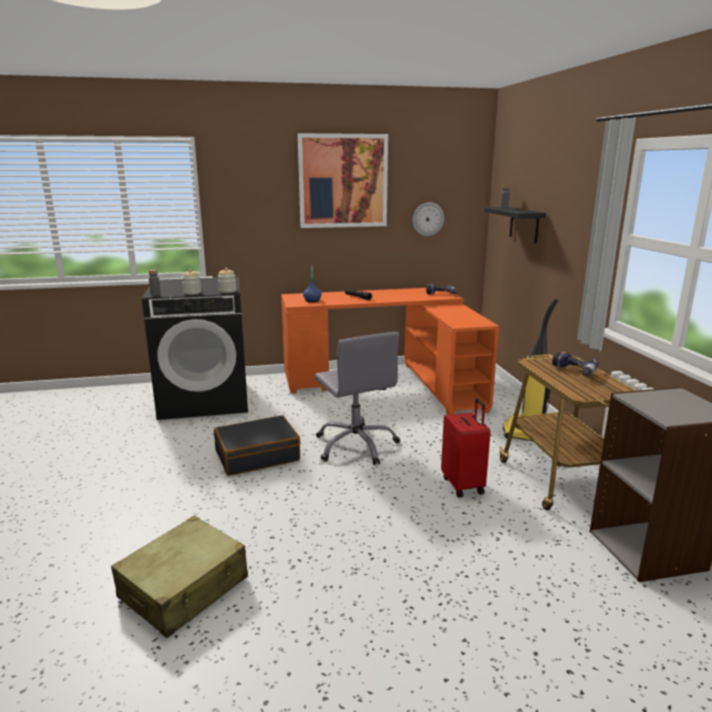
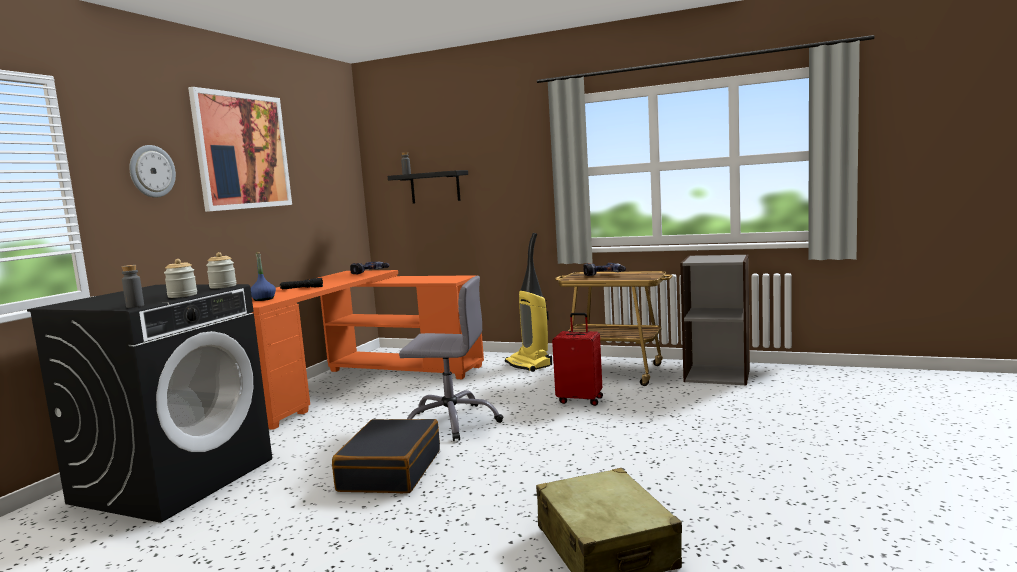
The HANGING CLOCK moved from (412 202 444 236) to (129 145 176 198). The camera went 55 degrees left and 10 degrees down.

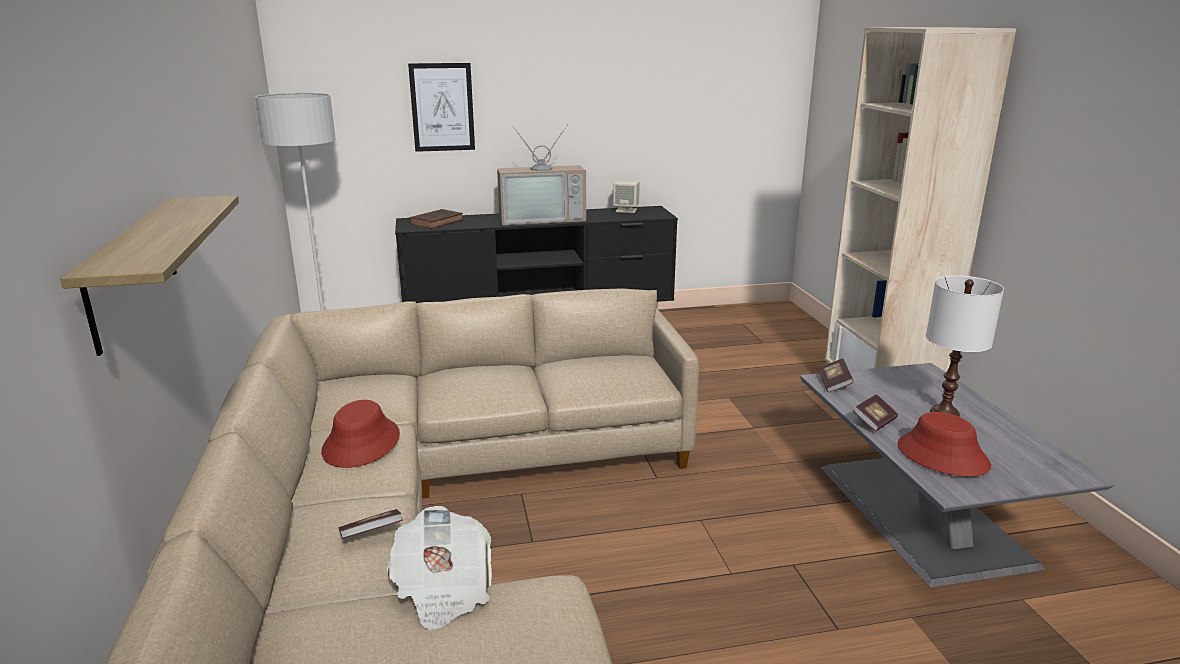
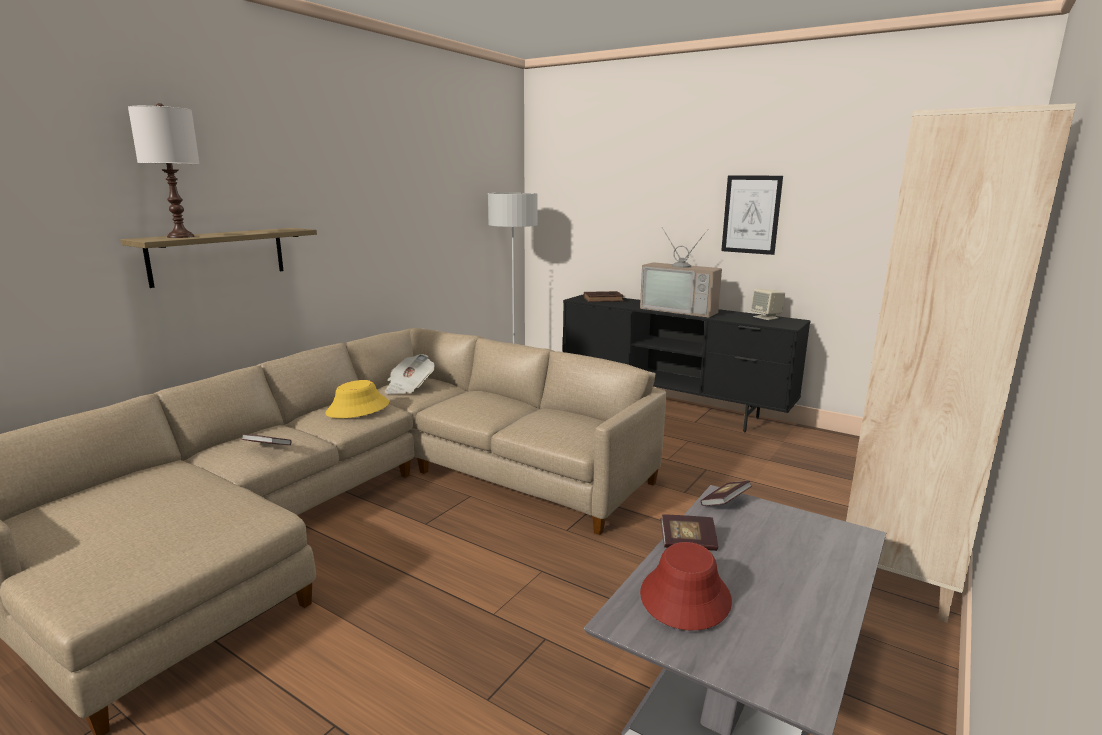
The REDDISH WEARABLE HAT at (321 400 400 468) became the YELLOW WEARABLE HAT at (325 380 389 418). The NEWSPAPER moved from (387 506 492 630) to (384 354 435 394). The WALL PICTURE moved from (408 63 475 152) to (721 175 783 255). The WHITISH TABLE LAMP moved from (926 275 1004 417) to (128 103 200 238). The camera went 45 degrees right and 5 degrees down.

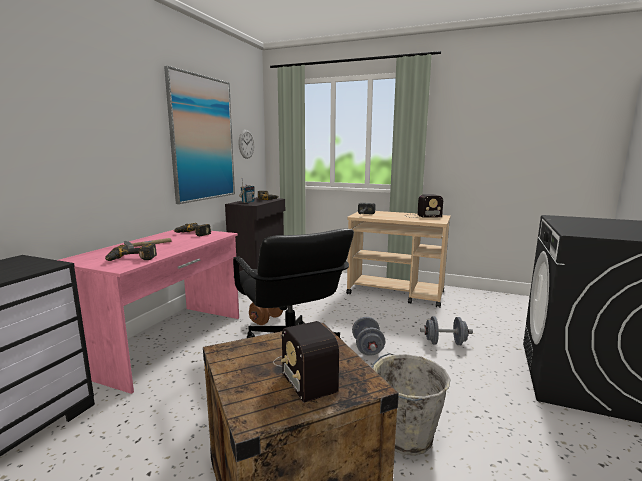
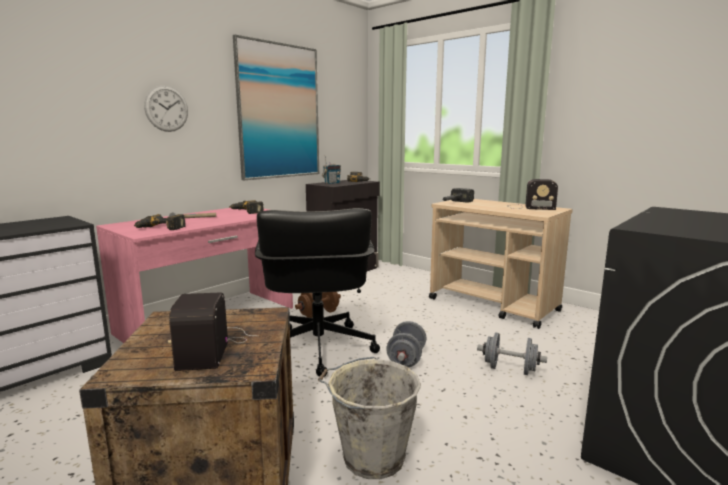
The HANGING CLOCK moved from (238 130 254 159) to (144 86 188 132). The camera went 20 degrees right and 0 degrees up.

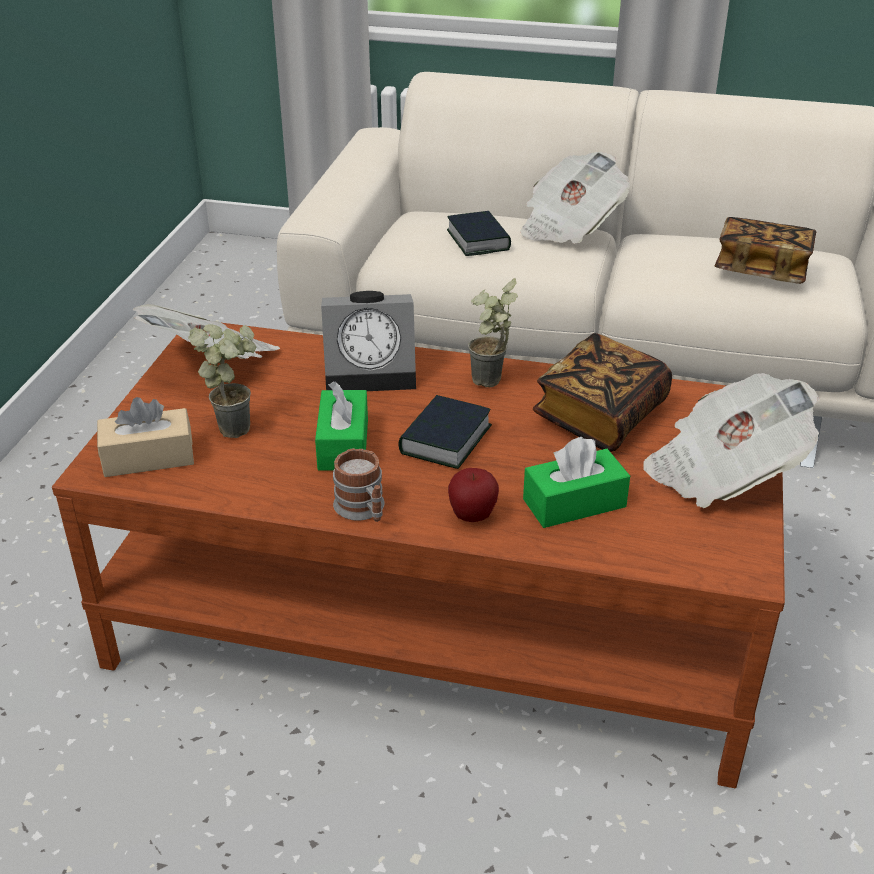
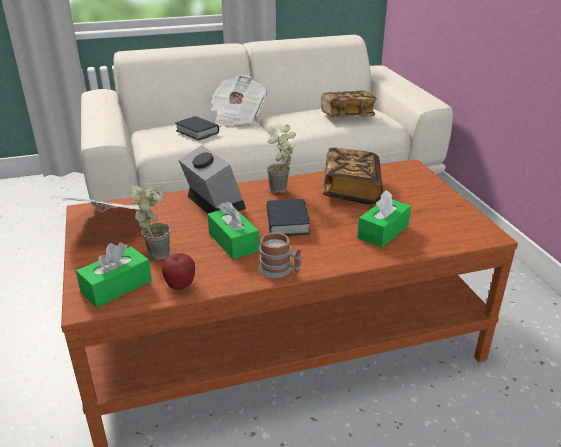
The BEIGE TISSUE BOX at (97 397 194 477) became the GREEN-COLOURED TISSUE BOX at (76 242 152 308). The TABLE CLOCK at (321 291 416 391) turned 90 degrees counterclockwise. The WHOLE APPLE moved from (448 468 499 522) to (162 253 195 290). The NEWSPAPER at (643 373 819 508) disappeared. The camera went 30 degrees left and 5 degrees down.

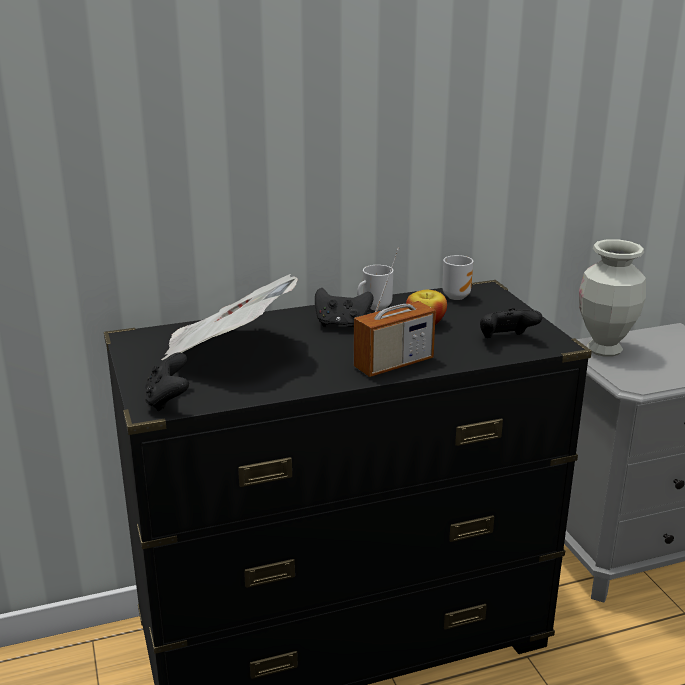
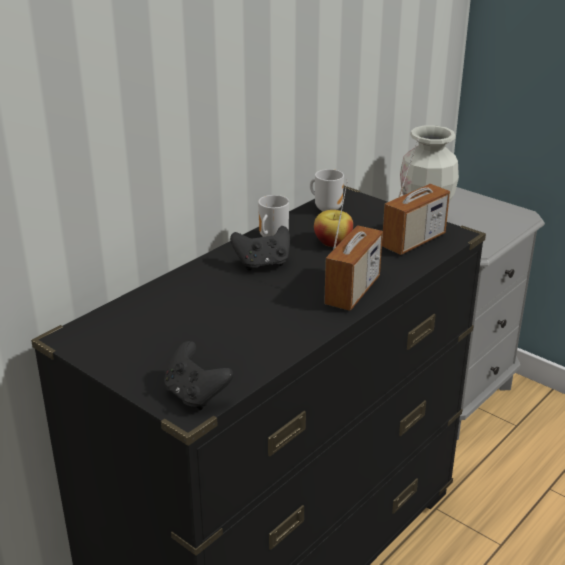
The NEWSPAPER at (161 274 298 360) disappeared. The BLACK-COLOURED JOYPAD at (480 308 542 338) was replaced by the RADIO SET at (382 138 450 255). The camera went 30 degrees left and 5 degrees up.

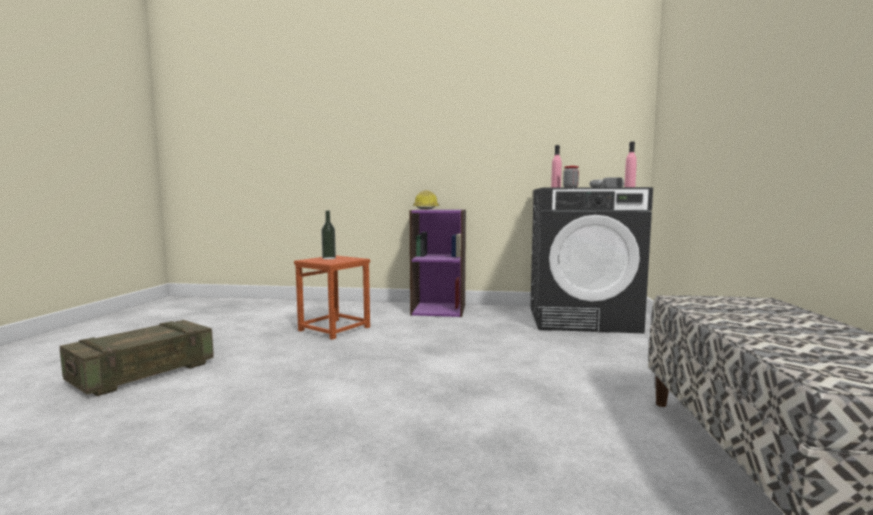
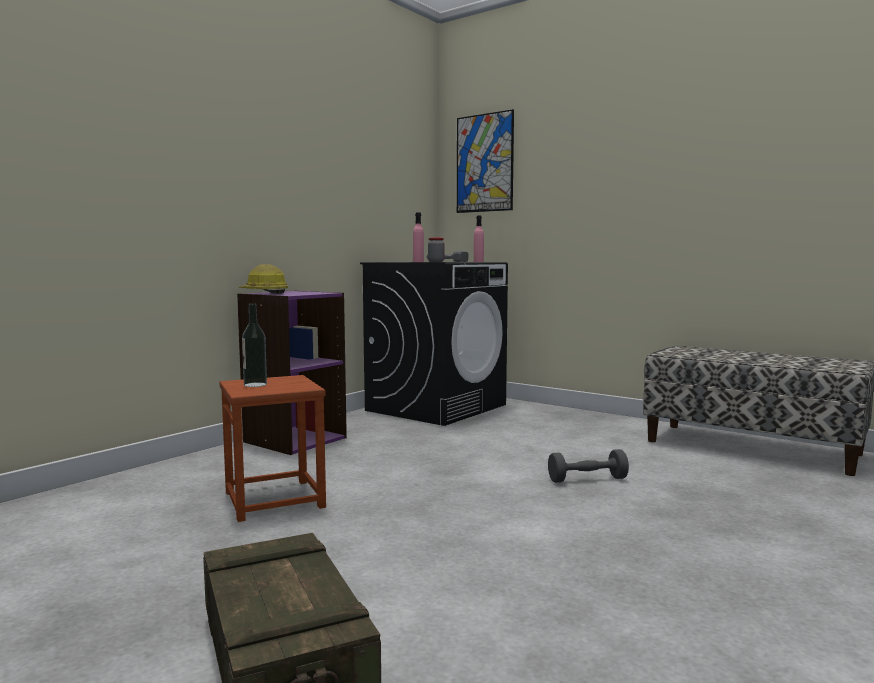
The WALL PICTURE at (457 109 514 213) appeared. The GRAY HAND WEIGHT at (548 449 629 483) appeared. The camera went 60 degrees left and 0 degrees up.

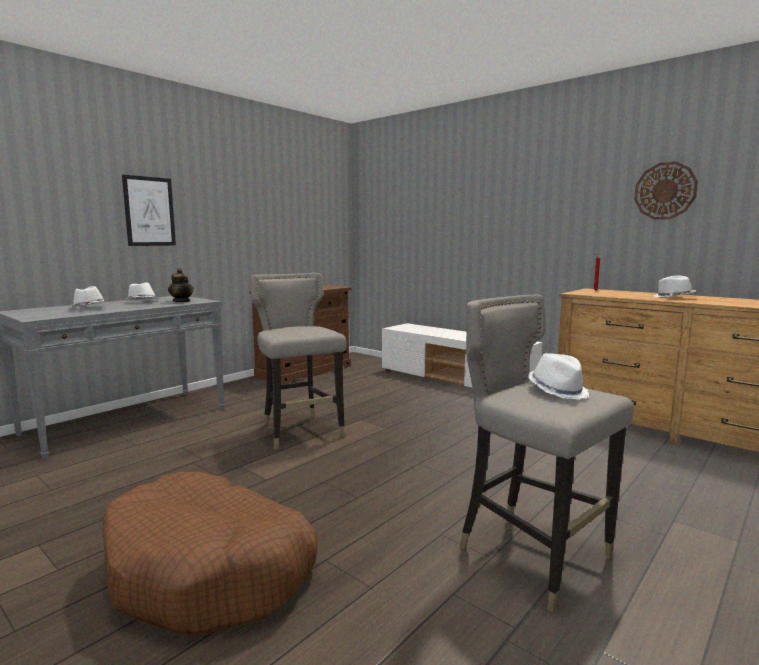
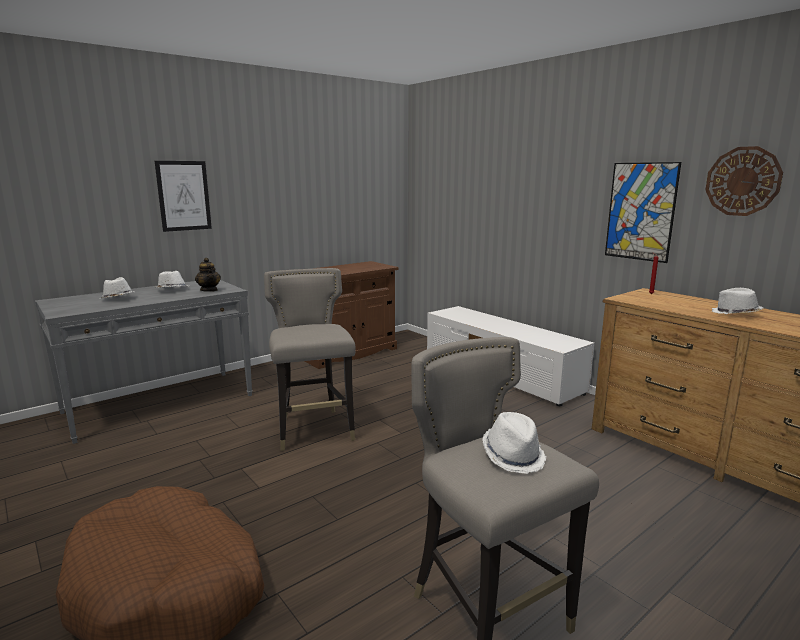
The WALL PICTURE at (605 162 681 263) appeared. The camera went 10 degrees right and 5 degrees up.

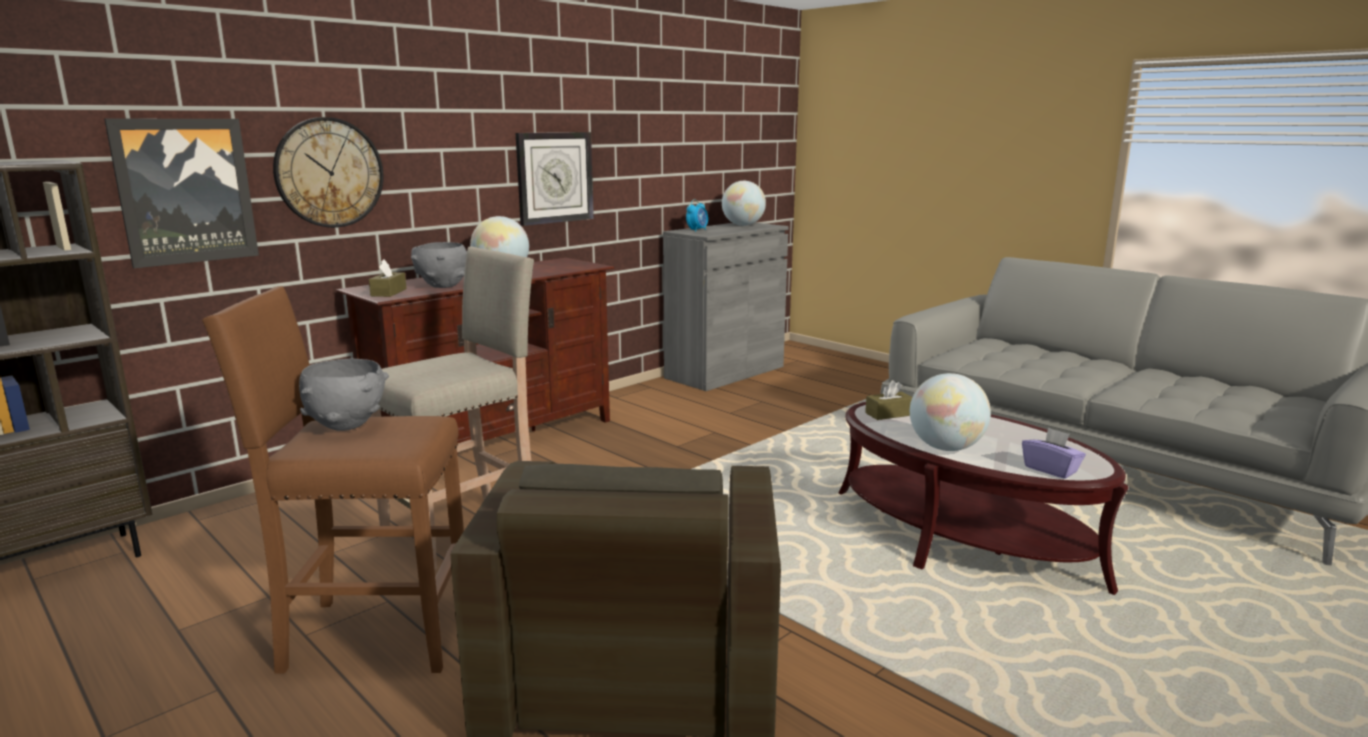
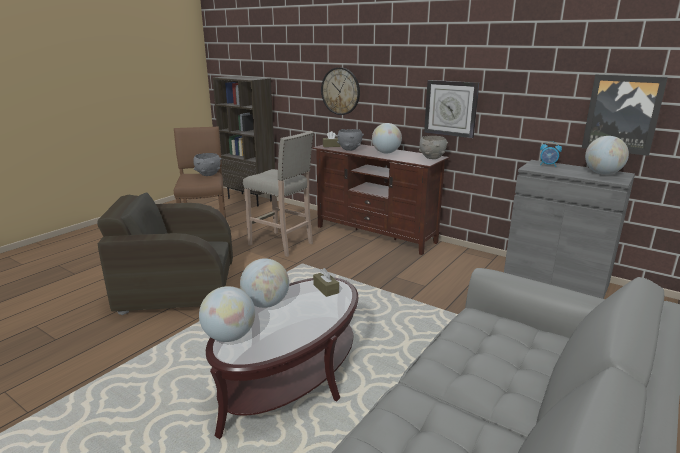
The WALL PICTURE moved from (104 119 259 268) to (582 75 668 156). The PURPLE-COLOURED TISSUE BOX at (1022 428 1086 479) was replaced by the DESK GLOBE at (199 286 255 342). The GRAY DEEP DISH at (419 136 448 159) appeared. The camera went 80 degrees right and 5 degrees up.

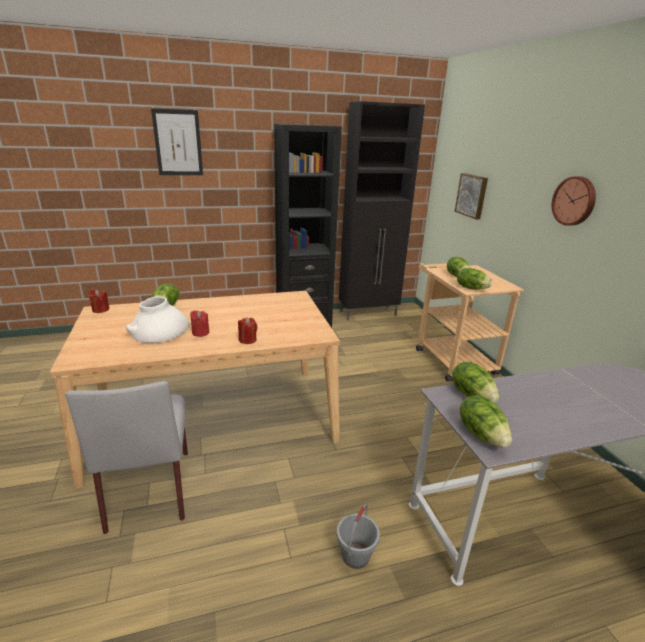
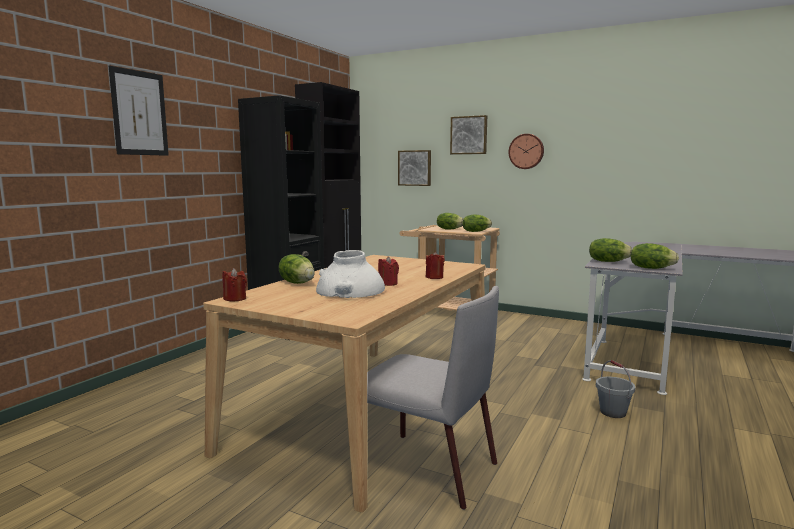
The WALL PICTURE at (450 115 487 155) appeared. The camera went 45 degrees left and 15 degrees down.

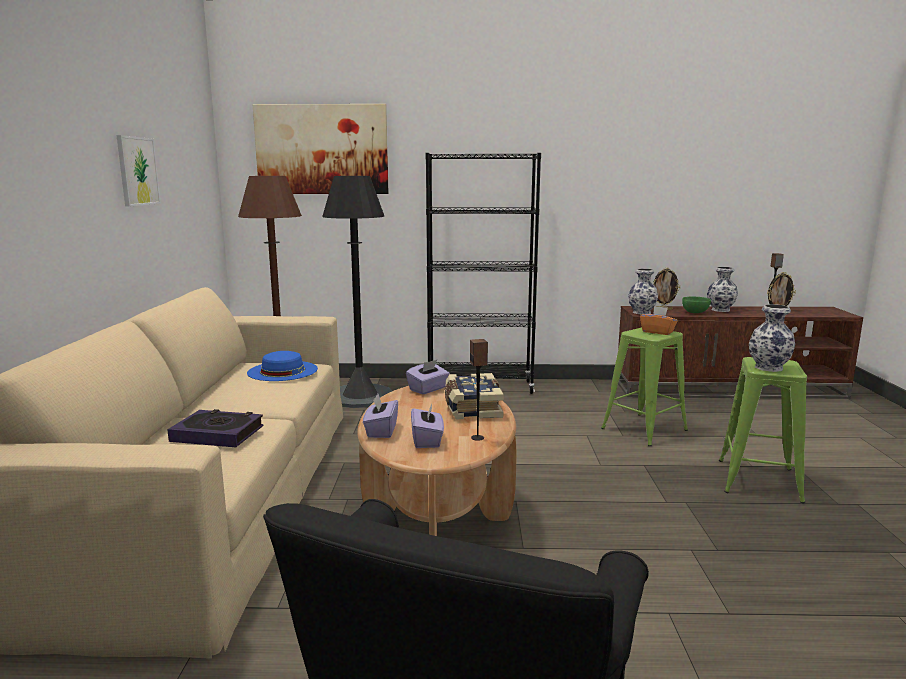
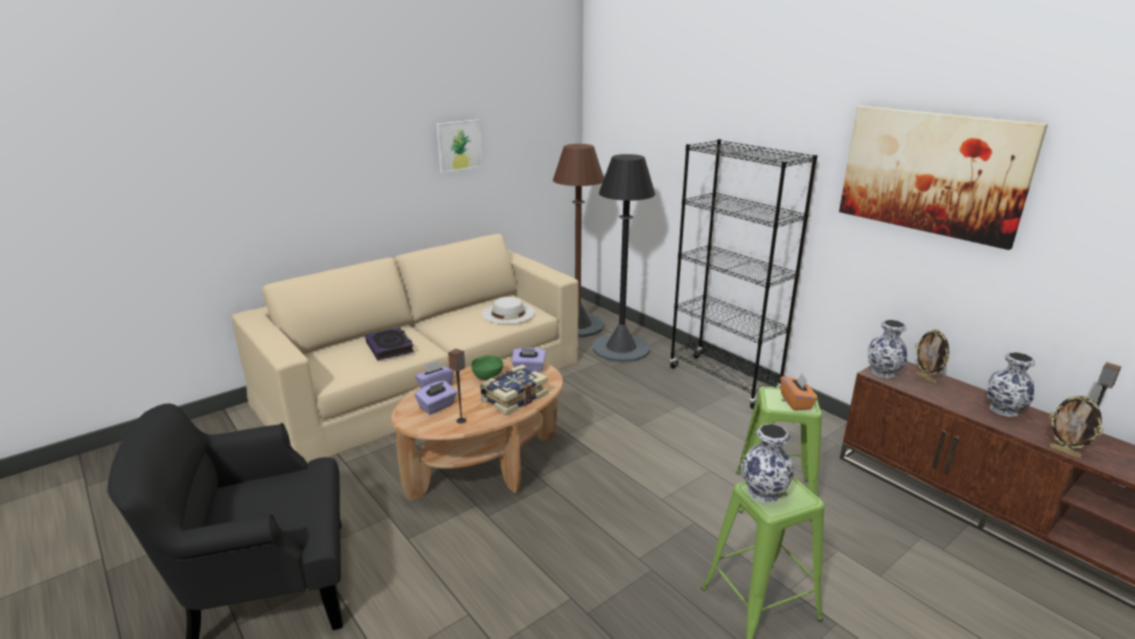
The BLUE-COLOURED WEARABLE HAT at (247 351 318 381) became the WHITISH WEARABLE HAT at (482 297 535 324). The WALL PICTURE moved from (252 104 389 194) to (839 106 1048 250). The GREEN-COLOURED DEEP DISH moved from (682 296 711 313) to (471 355 503 380). The camera went 50 degrees right and 10 degrees up.

